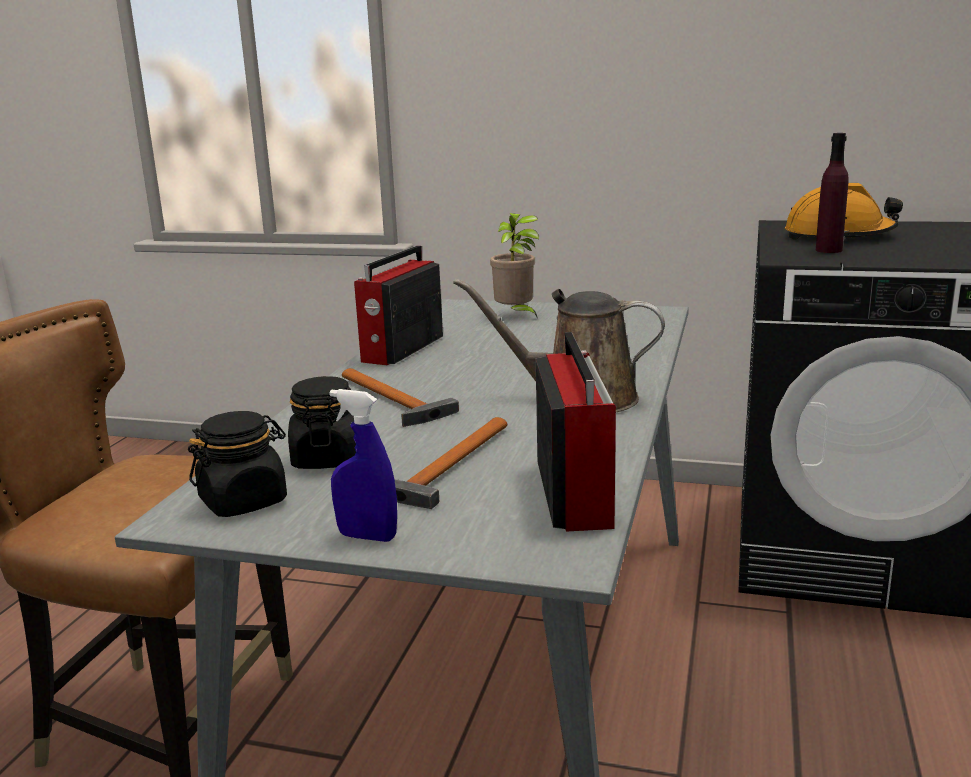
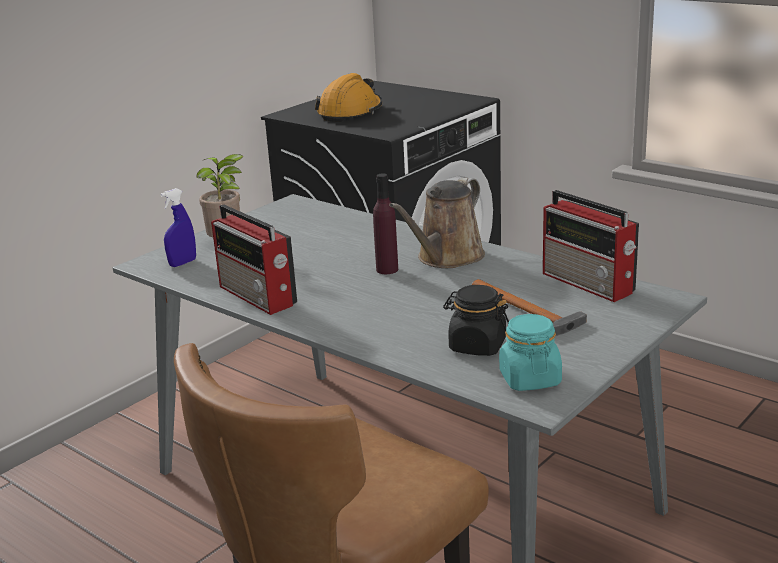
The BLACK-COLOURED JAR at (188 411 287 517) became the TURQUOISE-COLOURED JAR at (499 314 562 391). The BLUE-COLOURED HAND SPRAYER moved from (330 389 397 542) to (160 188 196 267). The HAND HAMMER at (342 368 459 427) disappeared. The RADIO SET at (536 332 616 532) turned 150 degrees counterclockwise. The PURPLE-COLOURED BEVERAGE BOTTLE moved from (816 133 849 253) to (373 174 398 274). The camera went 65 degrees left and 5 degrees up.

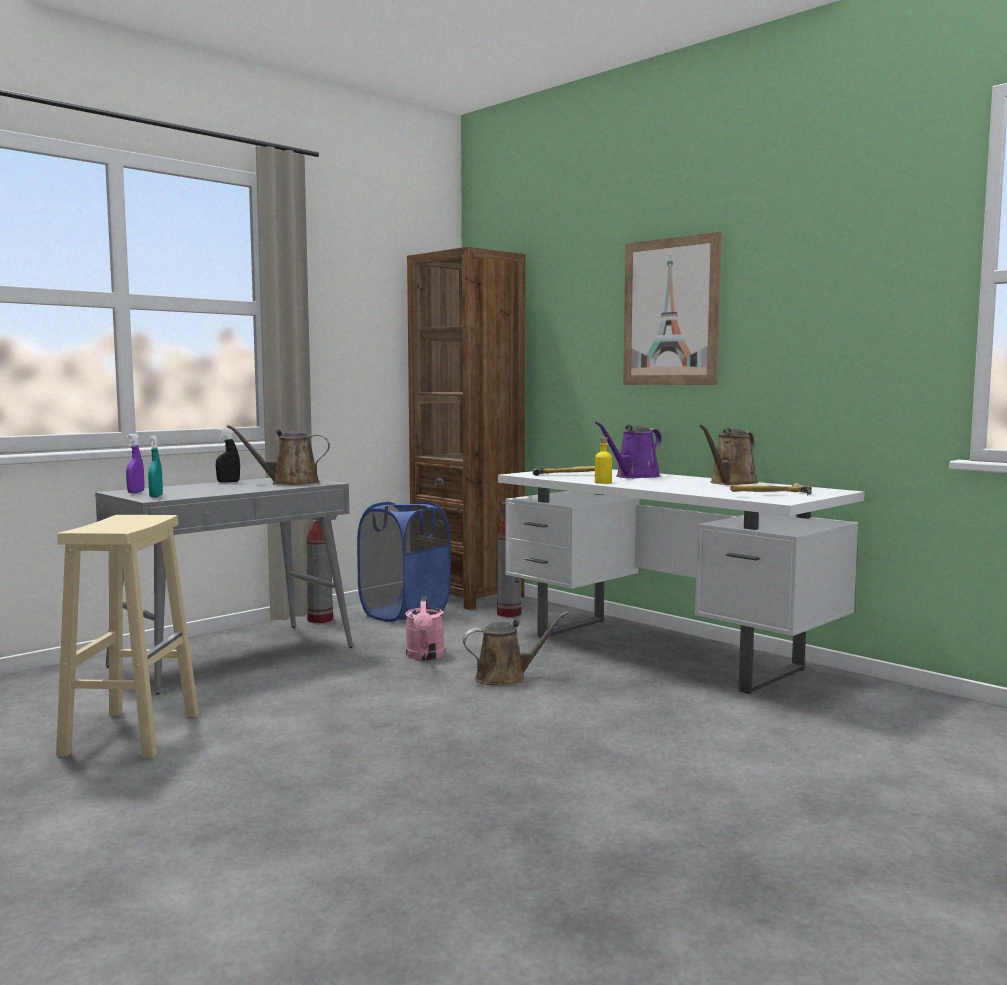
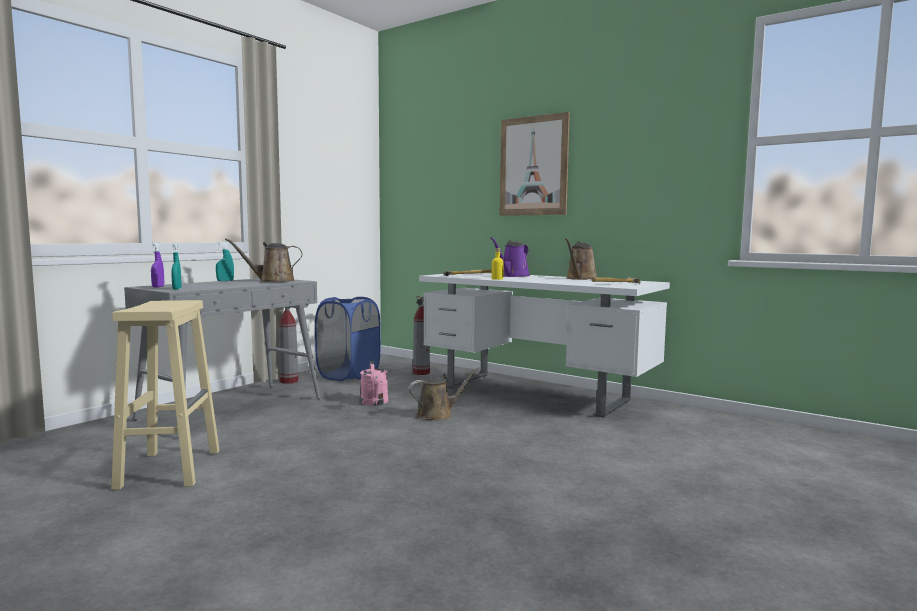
The BLACK-COLOURED HAND SPRAYER at (216 429 240 483) became the TURQUOISE-COLOURED HAND SPRAYER at (216 241 234 281). The BROWN-COLOURED SHELVING UNIT at (407 246 525 610) disappeared. The camera went 10 degrees left and 0 degrees up.

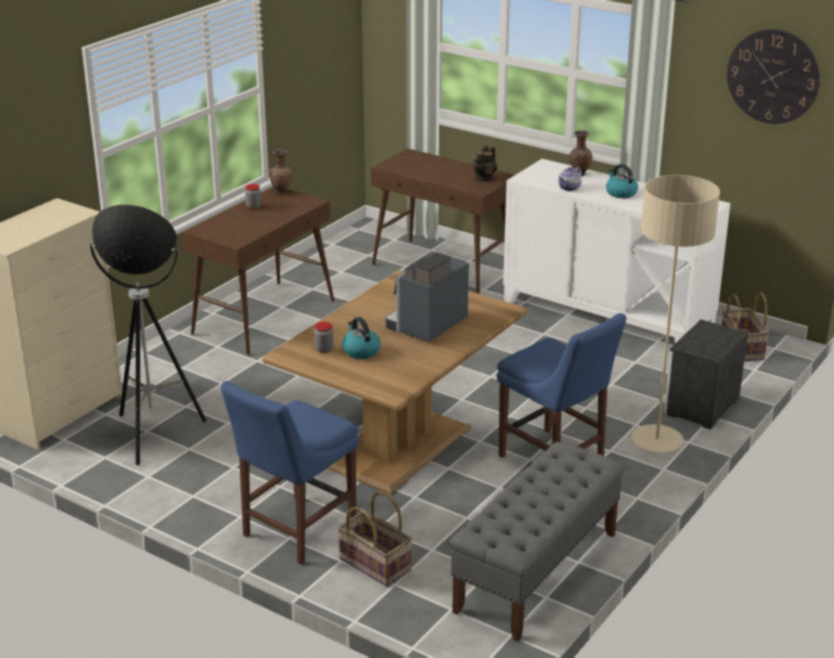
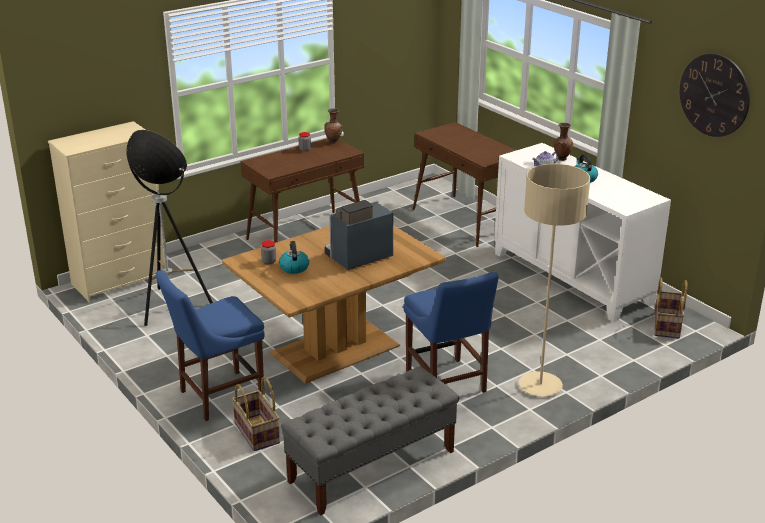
The POT FOR TEA at (472 145 497 182) disappeared. The NIGHTSTAND at (664 320 748 430) disappeared. The camera went 20 degrees right and 0 degrees up.

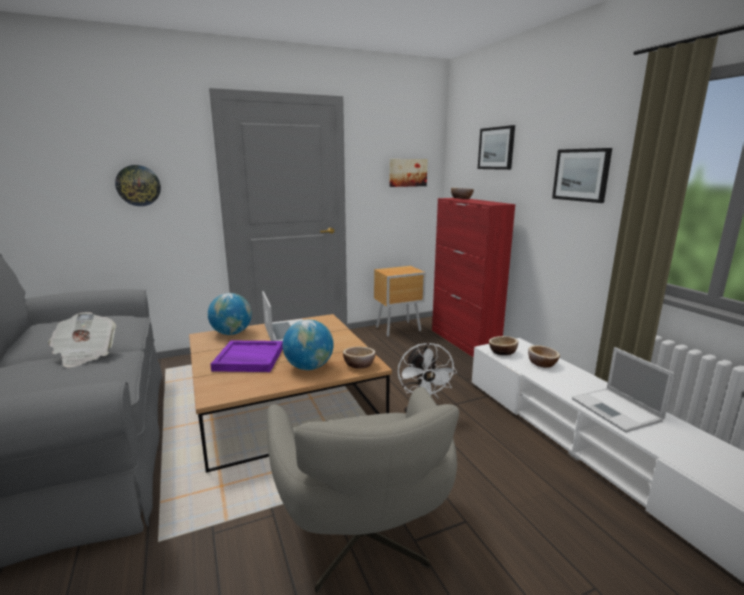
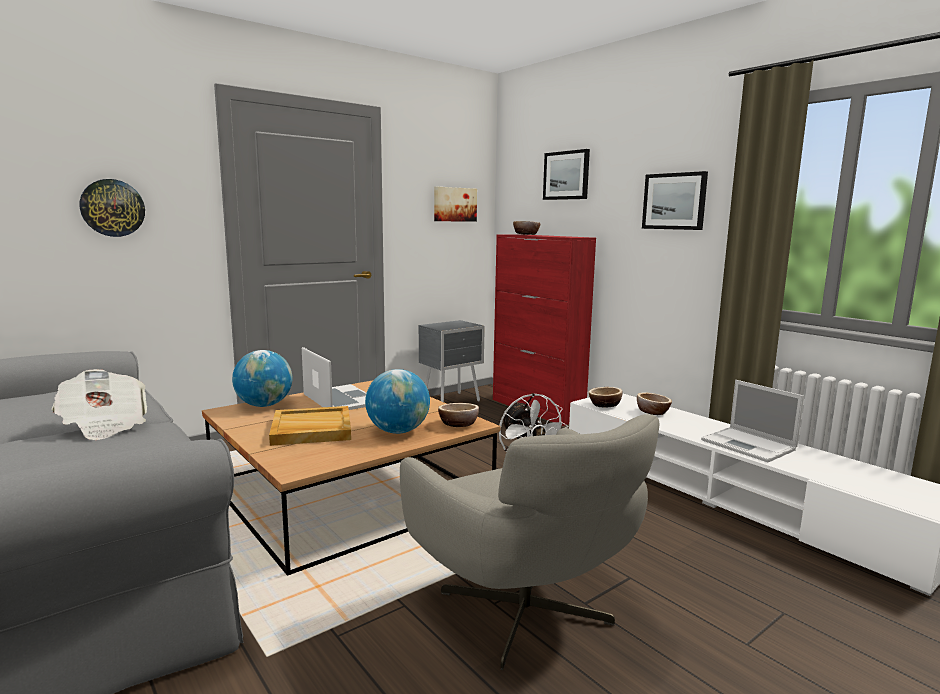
The PURPLE-COLOURED SERVING TRAY at (210 341 283 372) became the BEIGE SERVING TRAY at (269 406 351 446). The BROWN-COLOURED NIGHTSTAND at (374 266 426 337) became the GRAY NIGHTSTAND at (419 320 485 402). The camera went 15 degrees left and 5 degrees down.

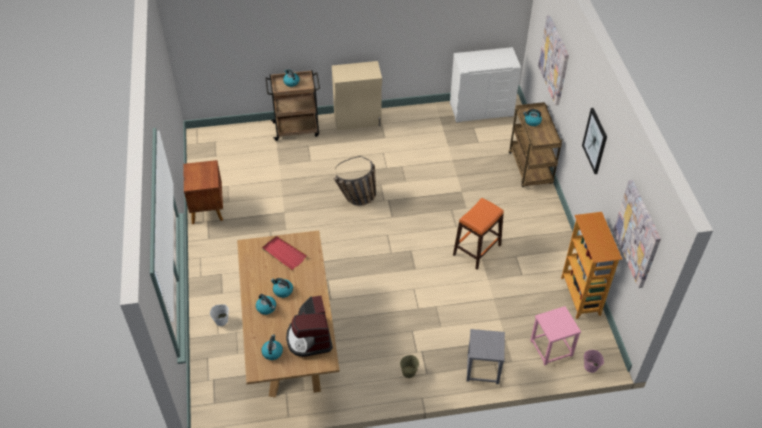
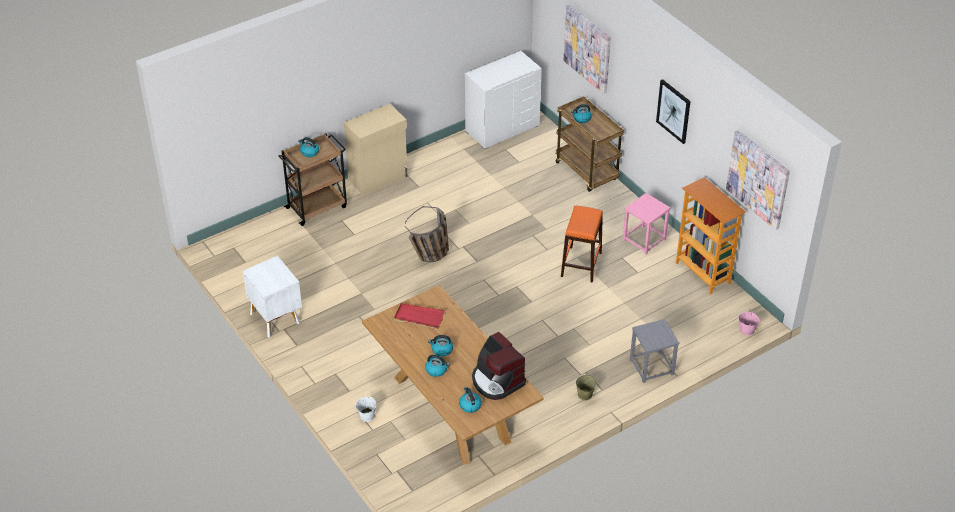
The BROWN-COLOURED NIGHTSTAND at (183 160 223 224) became the WHITISH NIGHTSTAND at (243 256 302 338). The PINKISH STOOL SEAT moved from (530 306 581 366) to (623 193 671 254). The camera went 25 degrees left and 5 degrees down.

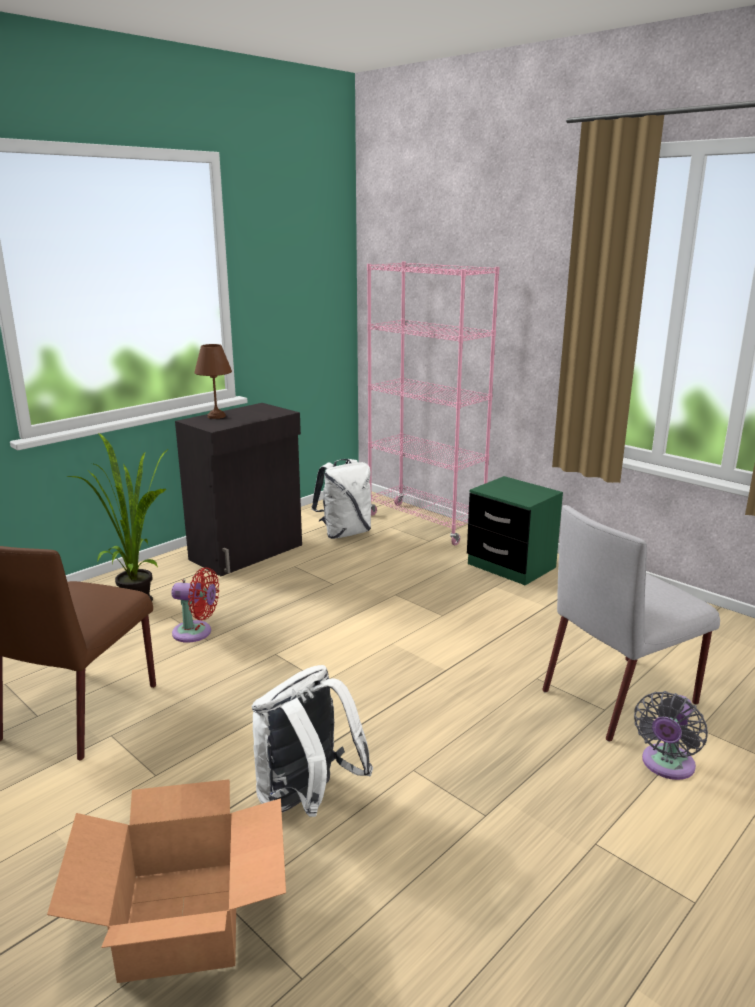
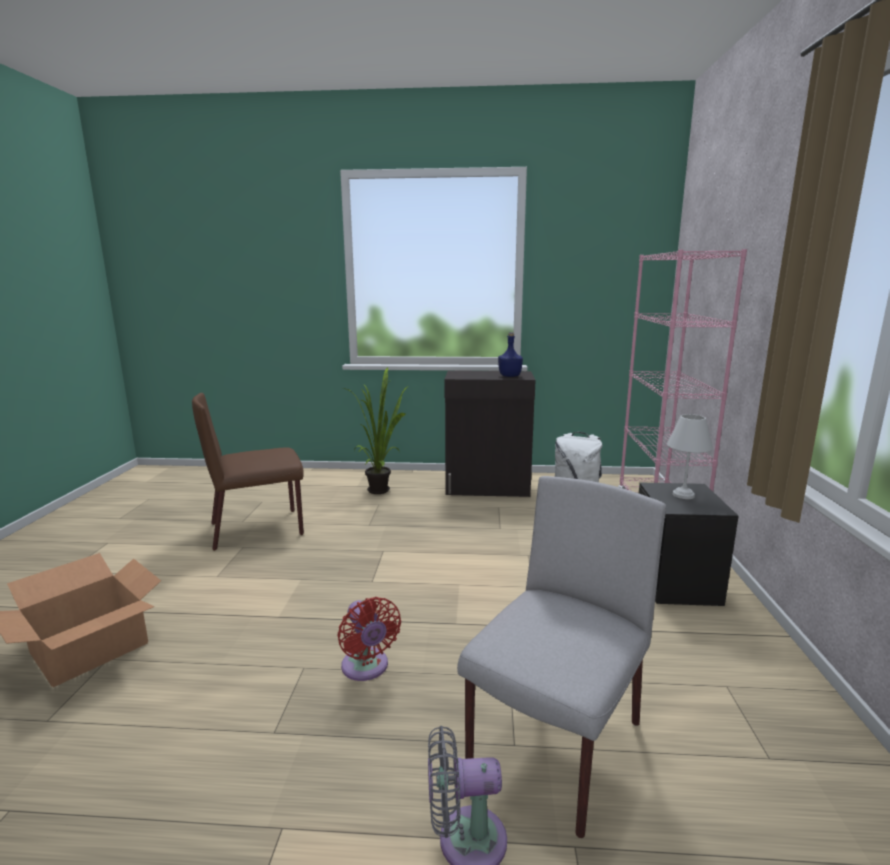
The REDDISH FAN moved from (171 567 219 643) to (338 597 401 681). The BROWN-COLOURED TABLE LAMP at (194 344 232 419) disappeared. The WHITISH BACKPACK at (252 665 373 817) disappeared. The GREEN-COLOURED NIGHTSTAND at (467 476 563 585) became the BLACK-COLOURED NIGHTSTAND at (639 483 738 606). The GRAY CHAIR at (542 505 720 742) turned 105 degrees clockwise. The BLUE-COLOURED BEVERAGE BOTTLE at (498 332 523 377) appeared. The WHITISH TABLE LAMP at (667 414 713 499) appeared. The camera went 50 degrees right and 5 degrees down.

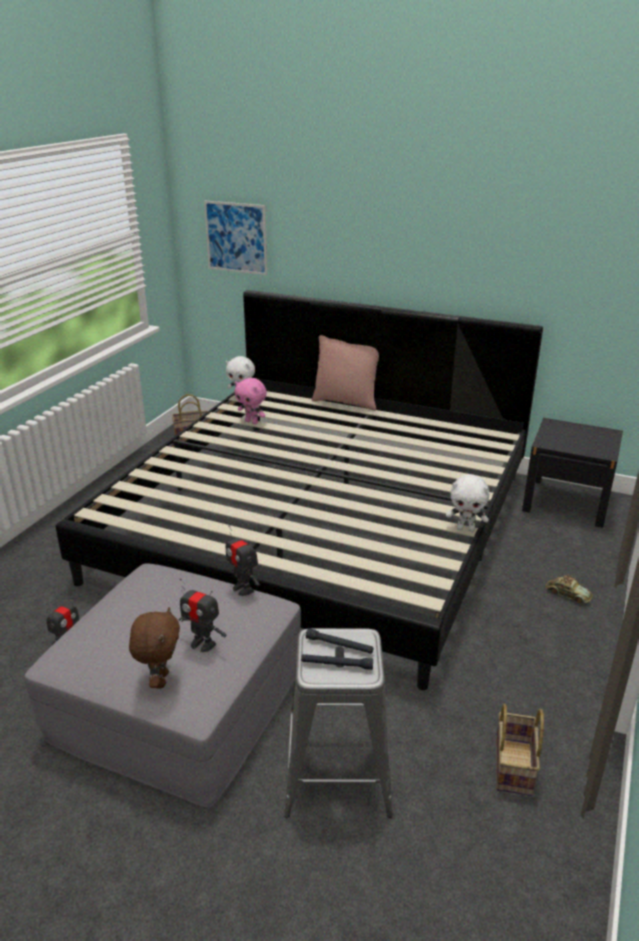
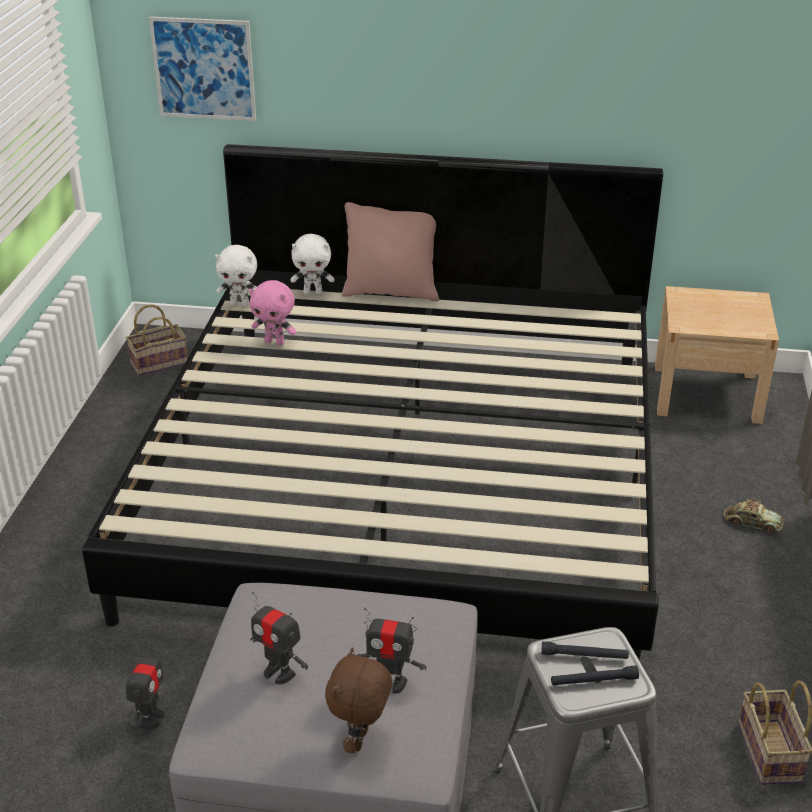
The BROWN-COLOURED PLUSH TOY at (129 607 180 688) turned 150 degrees counterclockwise. The TOY ROBOT moved from (226 525 260 596) to (250 592 308 684). The WHITISH PLUSH TOY moved from (446 474 489 532) to (291 234 334 294). The BLACK-COLOURED NIGHTSTAND at (522 418 623 528) became the BEIGE NIGHTSTAND at (655 286 779 424). The camera went 15 degrees left and 5 degrees up.

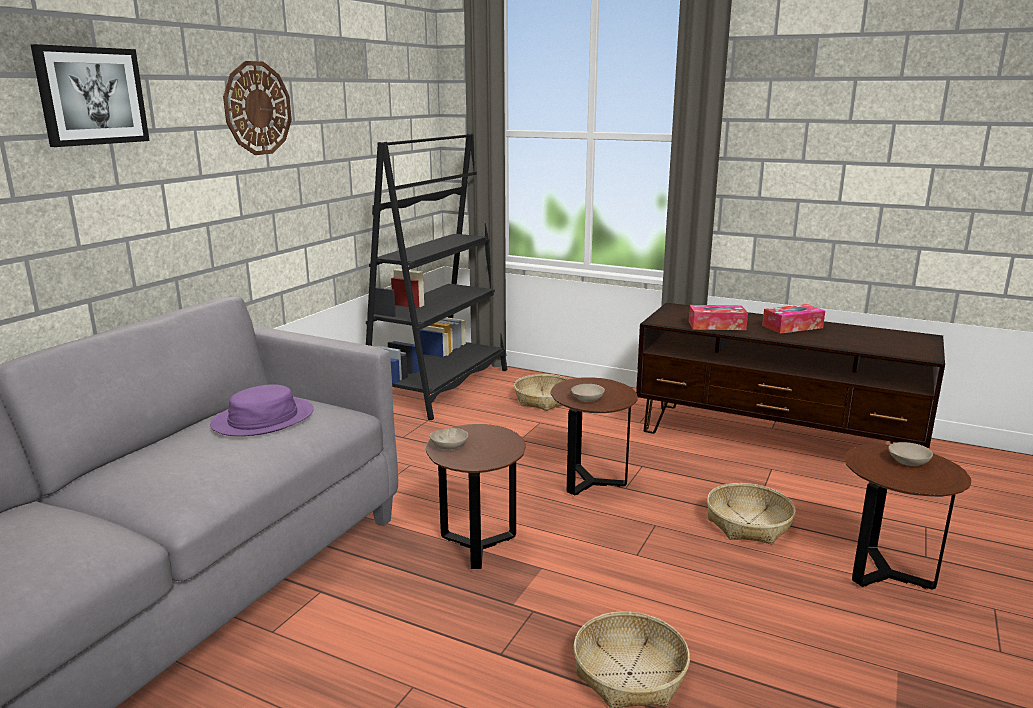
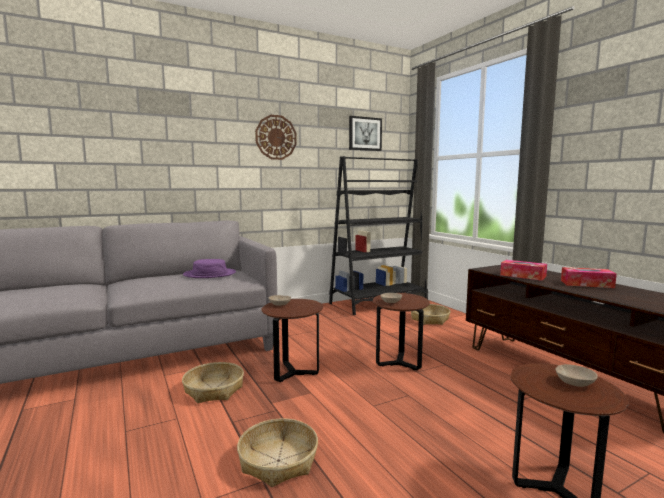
The WALL PICTURE moved from (30 44 150 147) to (349 116 382 151). The STORAGE BASKET moved from (707 483 796 544) to (182 362 244 403). The camera went 35 degrees right and 10 degrees down.

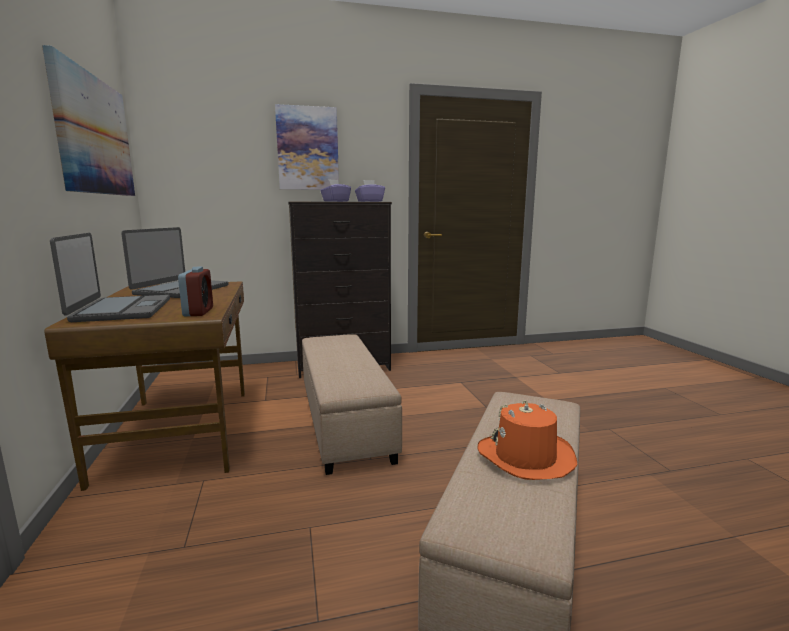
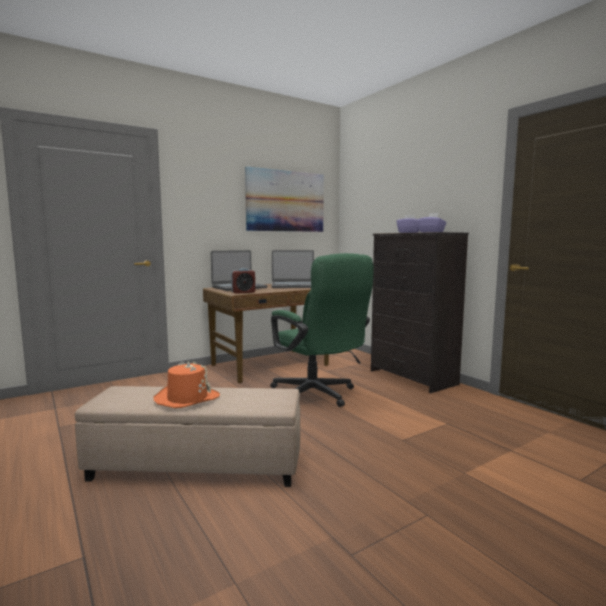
The WALL PICTURE at (275 104 339 190) disappeared. The BEIGE FOOTREST at (302 334 402 475) was replaced by the GREEN-COLOURED OFFICE CHAIR at (270 253 374 407). The camera went 70 degrees right and 5 degrees down.

